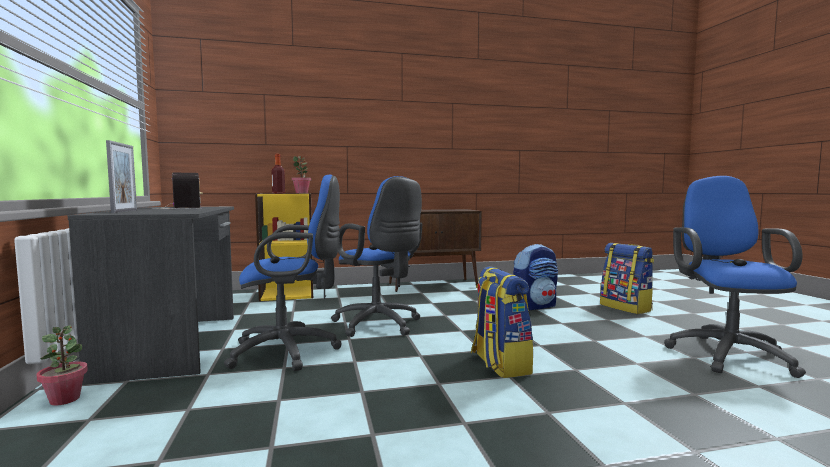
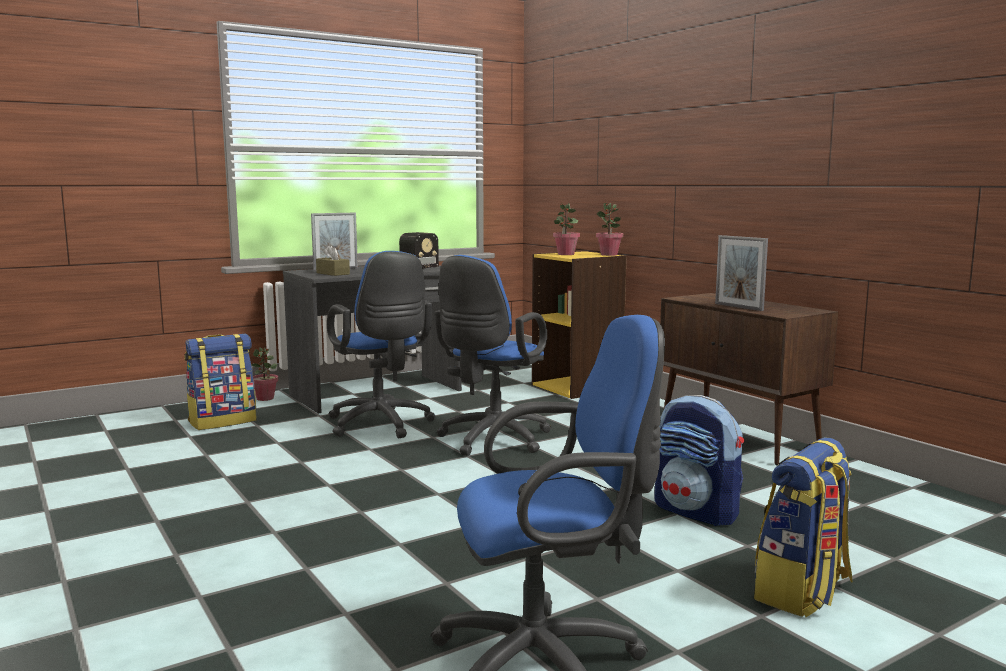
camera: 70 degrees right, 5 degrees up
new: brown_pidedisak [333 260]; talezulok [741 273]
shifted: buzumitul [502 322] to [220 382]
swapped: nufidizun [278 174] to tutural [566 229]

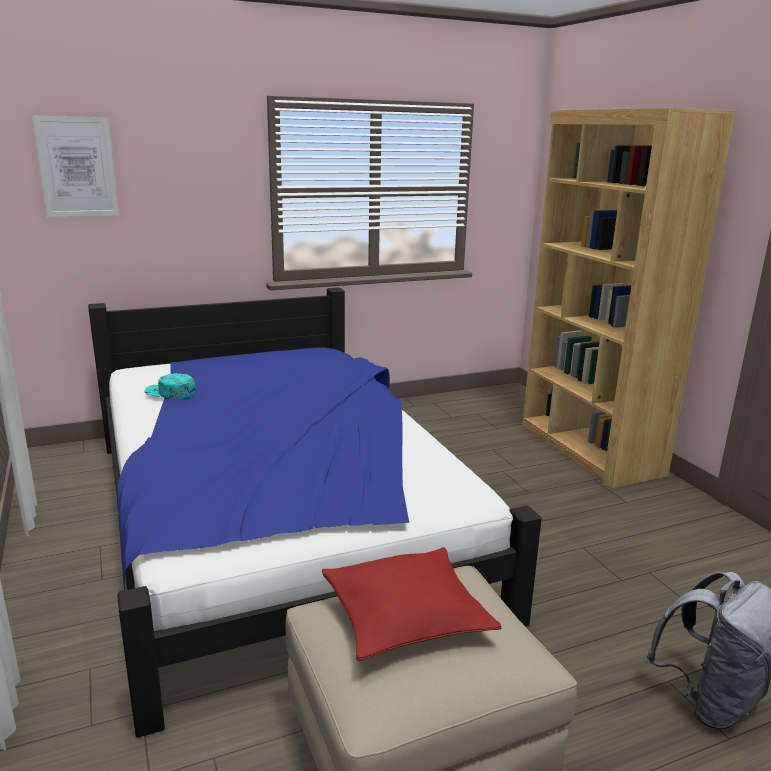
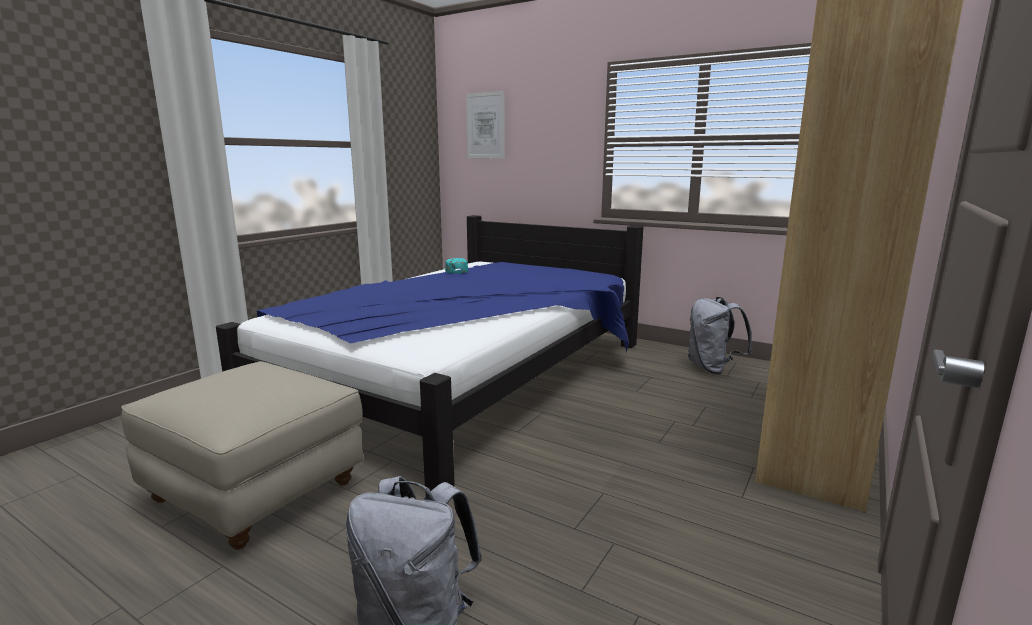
camera: 55 degrees right, 5 degrees down
gone: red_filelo [412 604]
new: grey_buzumitul [720 335]

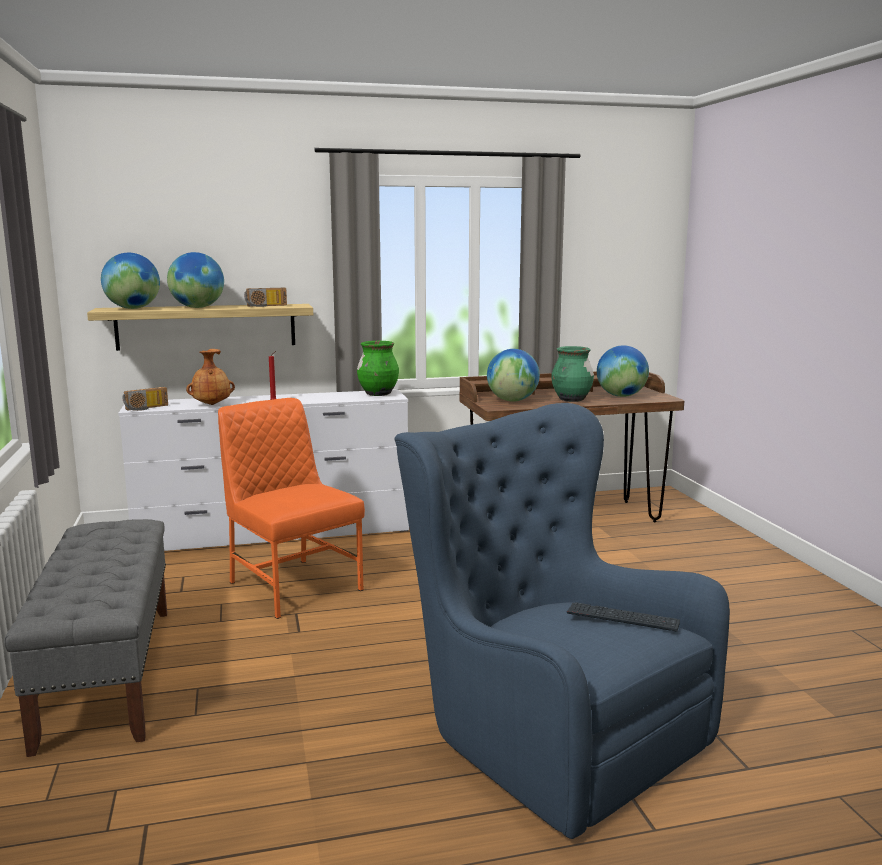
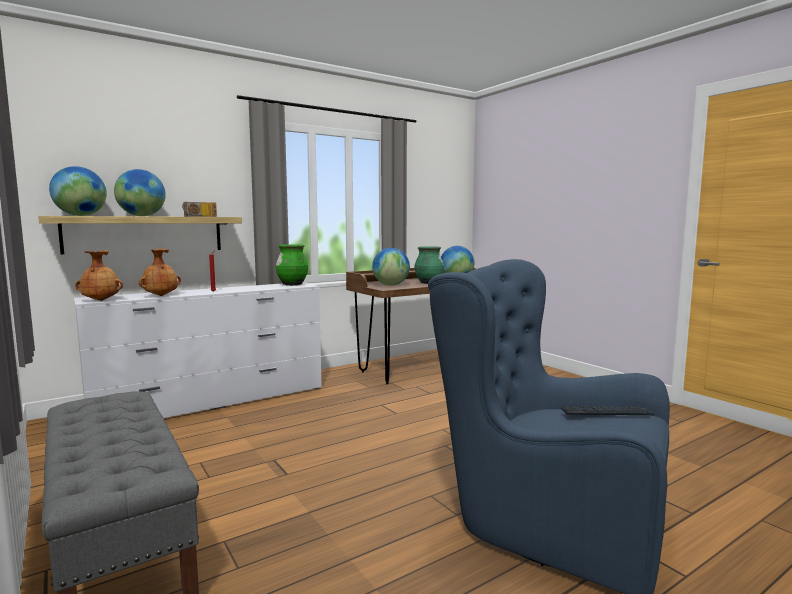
camera: 20 degrees left, 5 degrees down
gone: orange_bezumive [291 508]
swapped: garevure [145 399] to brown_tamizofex [99 275]

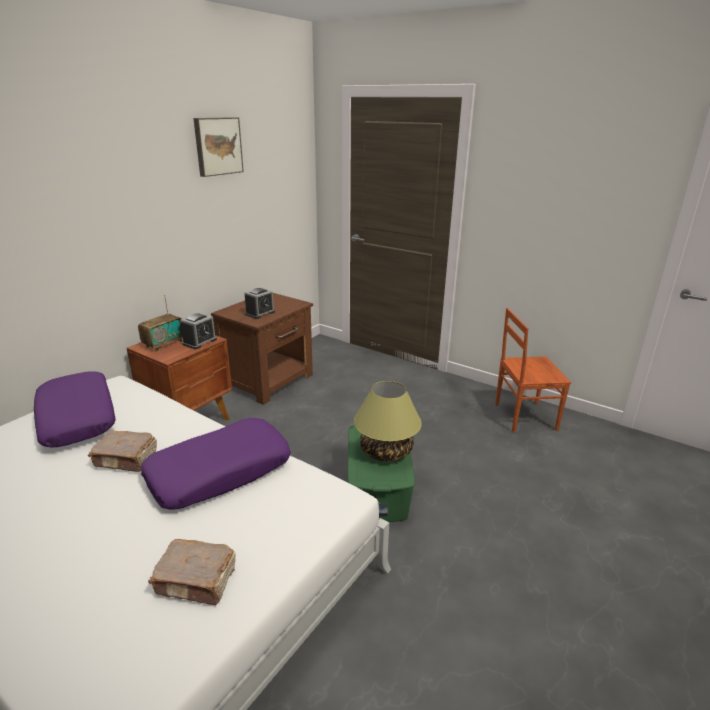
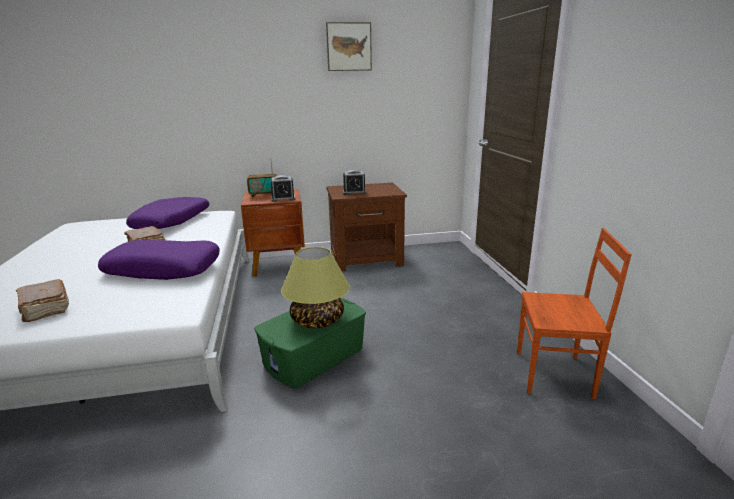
camera: 45 degrees right, 5 degrees down
rotated: brown_bezumive [533 370] = [574 313] 150 degrees clockwise

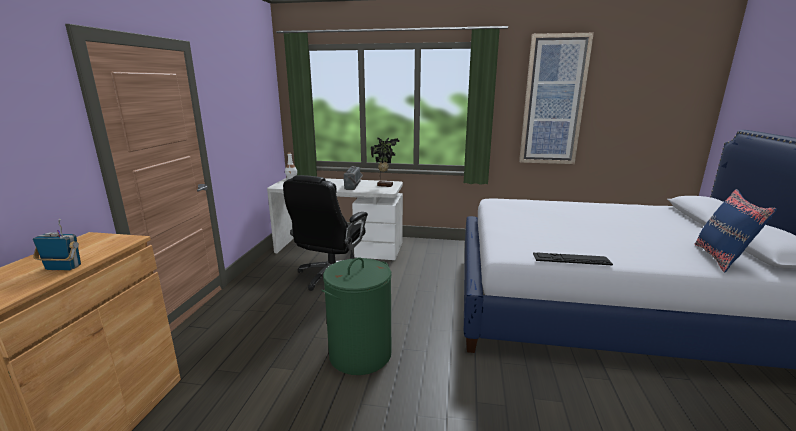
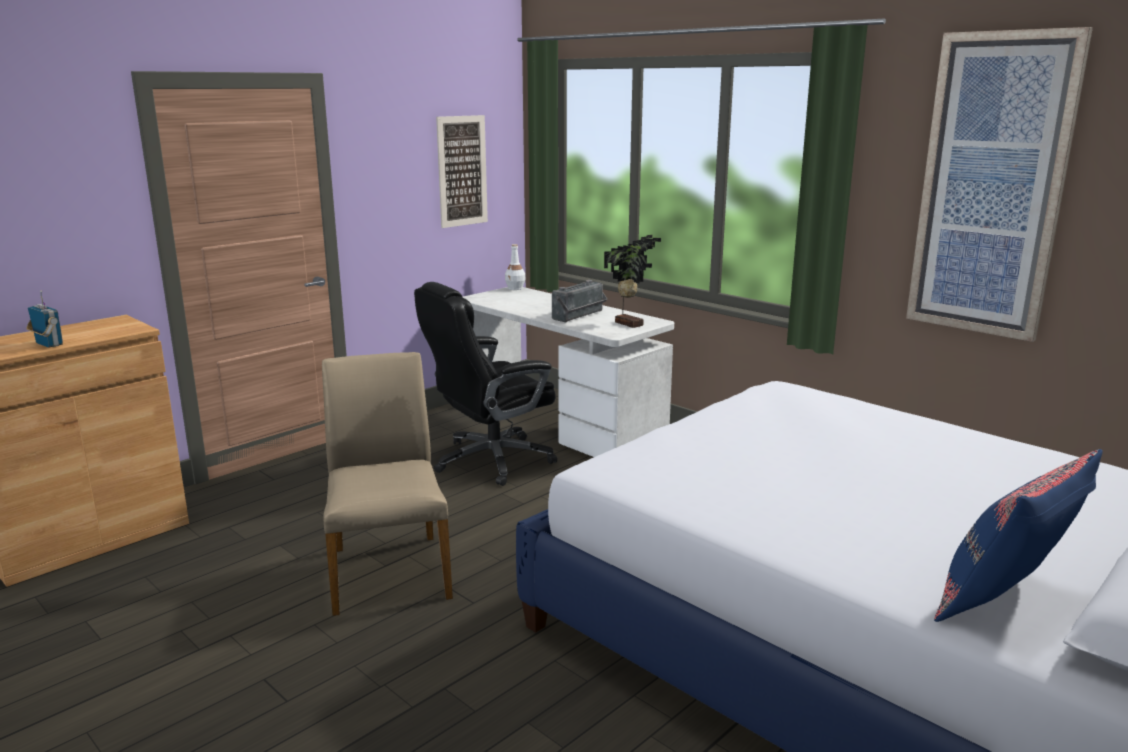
camera: 35 degrees right, 0 degrees up
gone: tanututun [573 259]
new: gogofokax [462 171]
swapped: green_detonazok [356 316] to beige_bezumive [387 484]

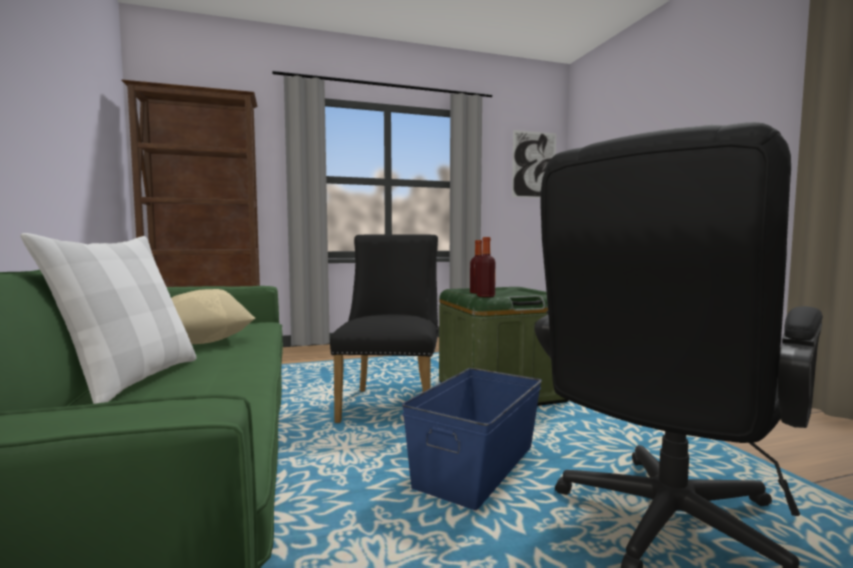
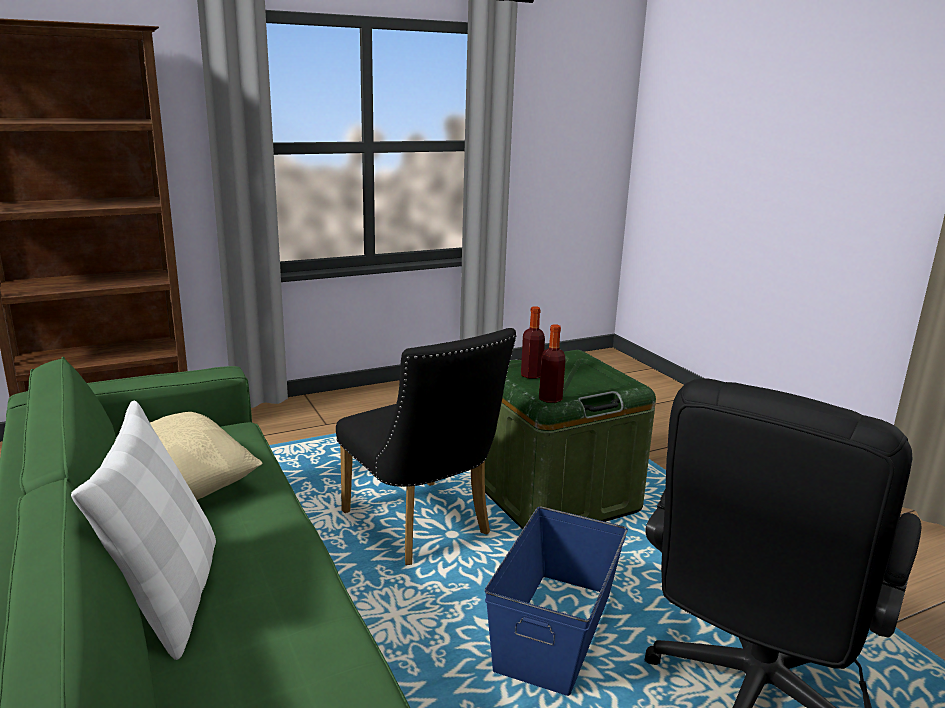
camera: 10 degrees left, 15 degrees up
gone: gogofokax [534 164]
rotated: black_bezumive [384 328] = [426 446] 150 degrees clockwise

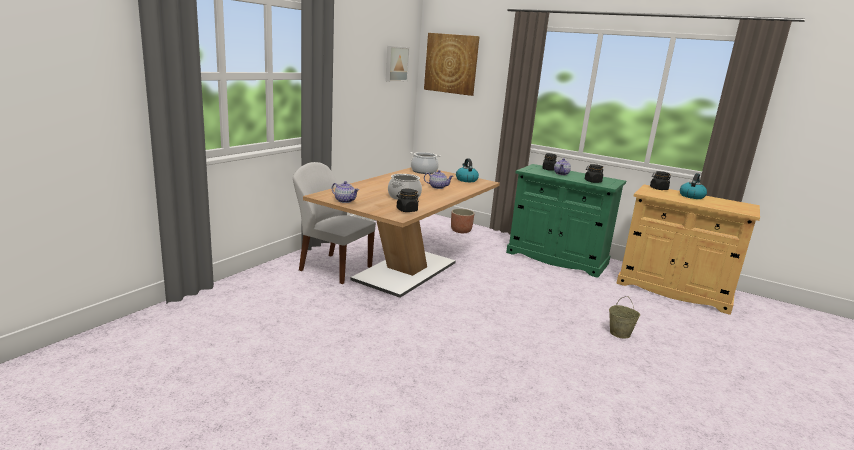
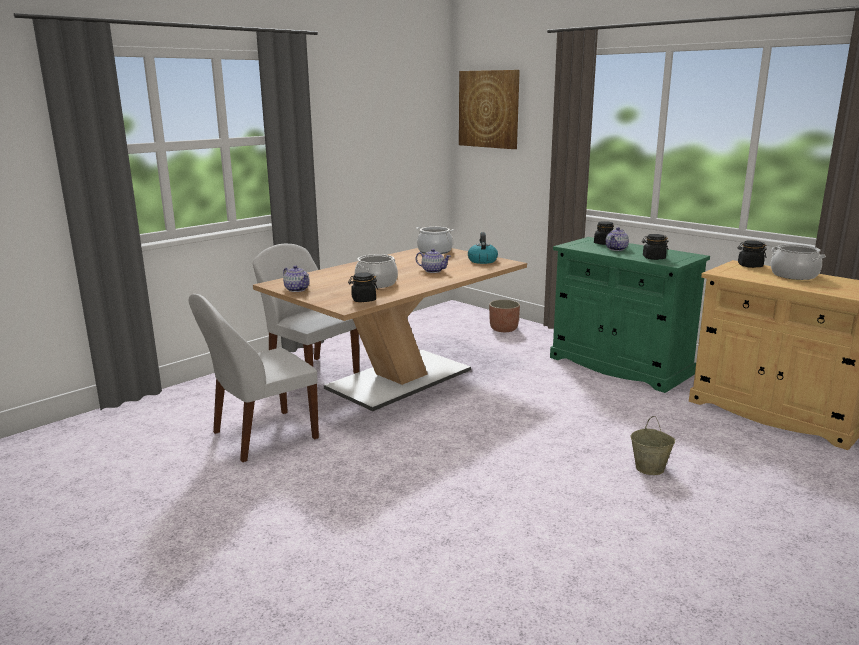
camera: 15 degrees right, 0 degrees up
gone: gogofokax [398 64]
new: white_bezumive [254 378]
swapped: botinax [693 186] to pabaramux [798 262]

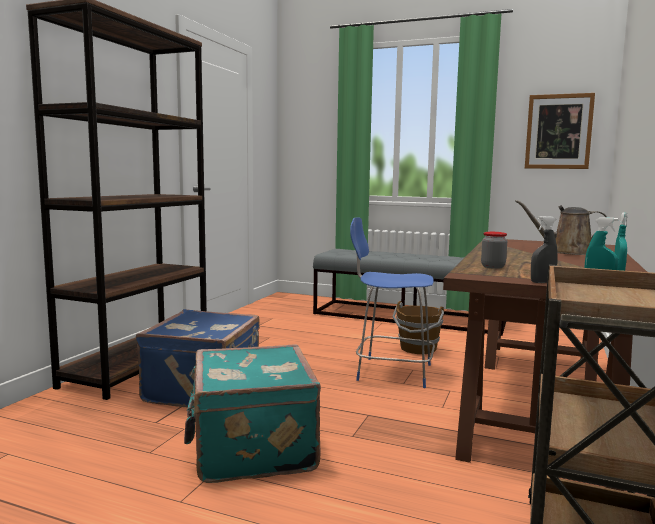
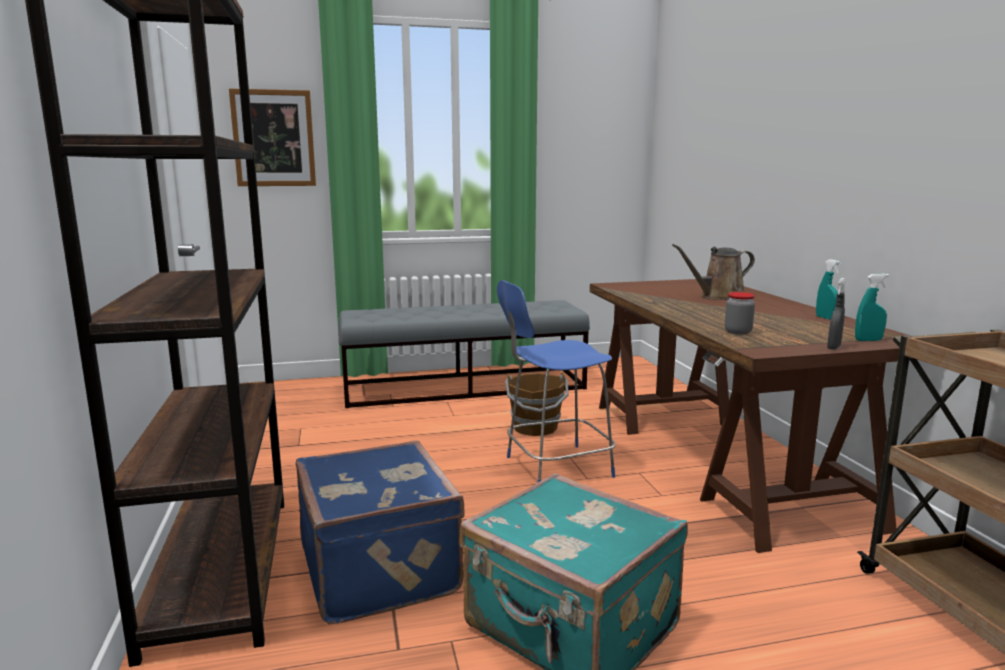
camera: 35 degrees left, 5 degrees up
shifted: gogofokax [560 131] to [272 137]

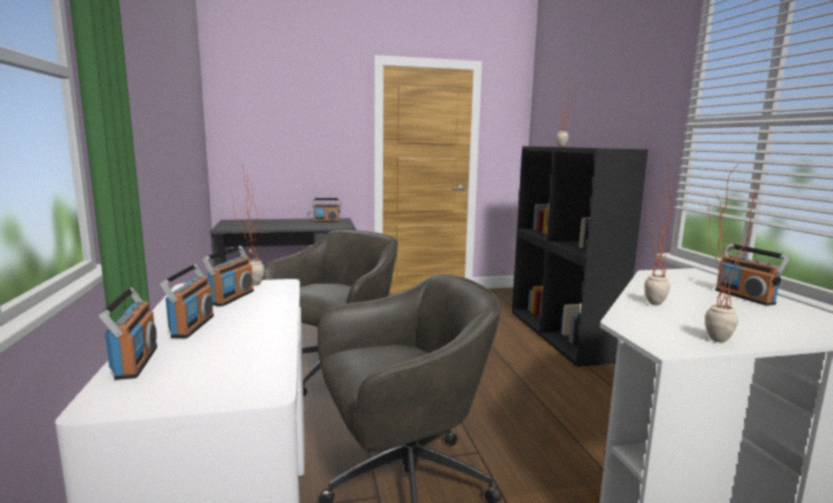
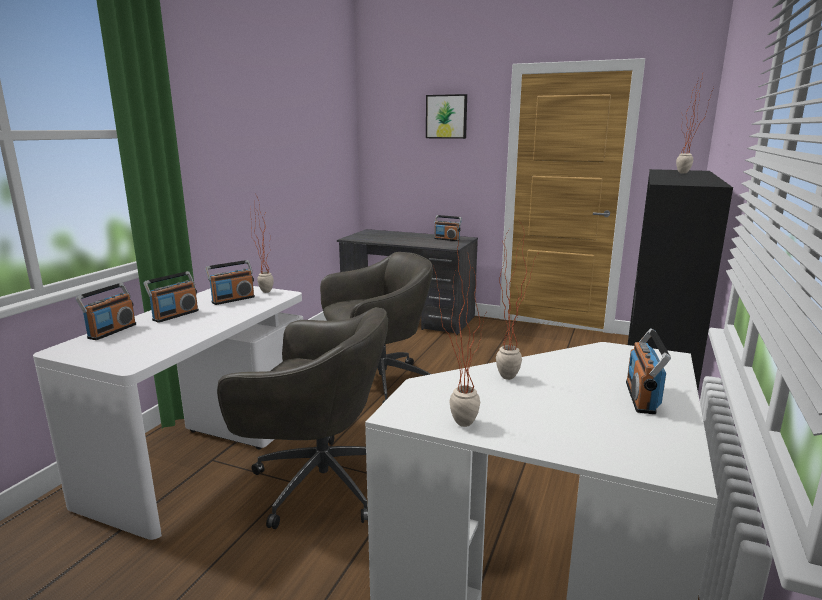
camera: 35 degrees right, 5 degrees up
new: gogofokax [446 116]

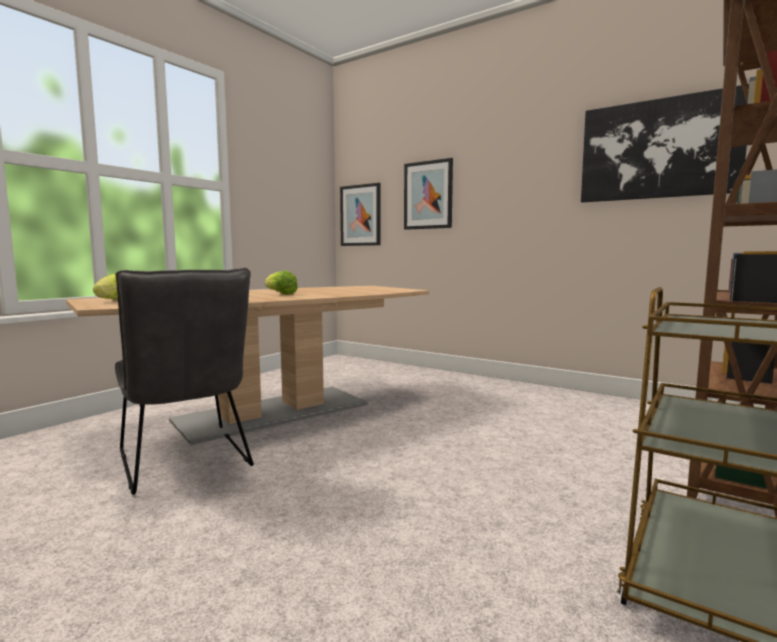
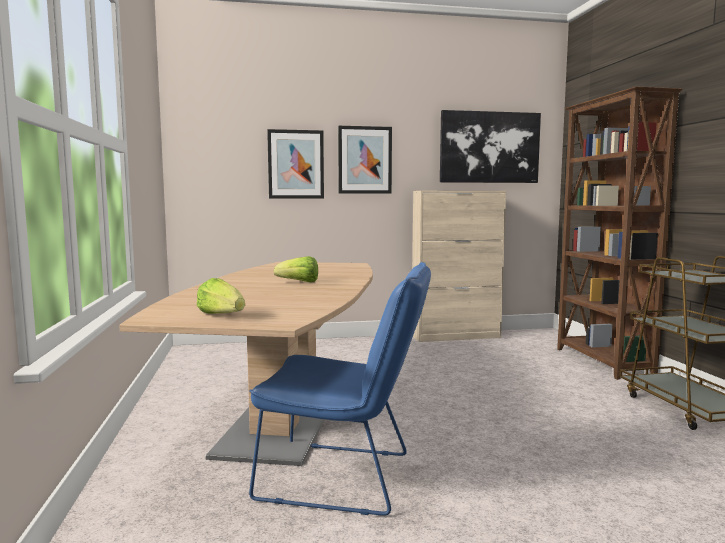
camera: 45 degrees left, 0 degrees up
new: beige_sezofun [459 266]
shifted: gogofokax [360 214] to [365 160]
repainted: grey_bezumive [184 381] to blue_bezumive [340 389]

